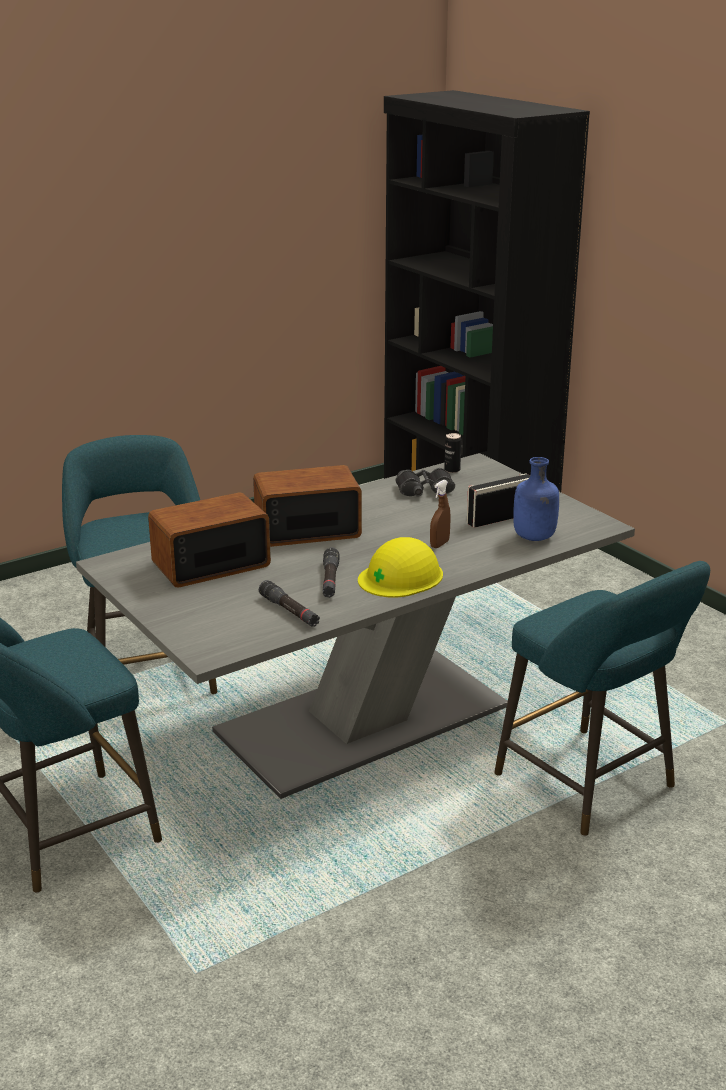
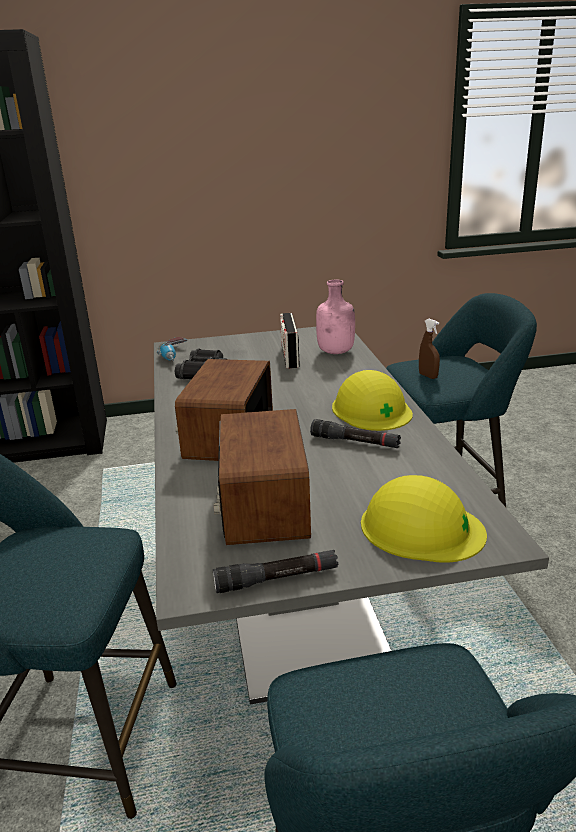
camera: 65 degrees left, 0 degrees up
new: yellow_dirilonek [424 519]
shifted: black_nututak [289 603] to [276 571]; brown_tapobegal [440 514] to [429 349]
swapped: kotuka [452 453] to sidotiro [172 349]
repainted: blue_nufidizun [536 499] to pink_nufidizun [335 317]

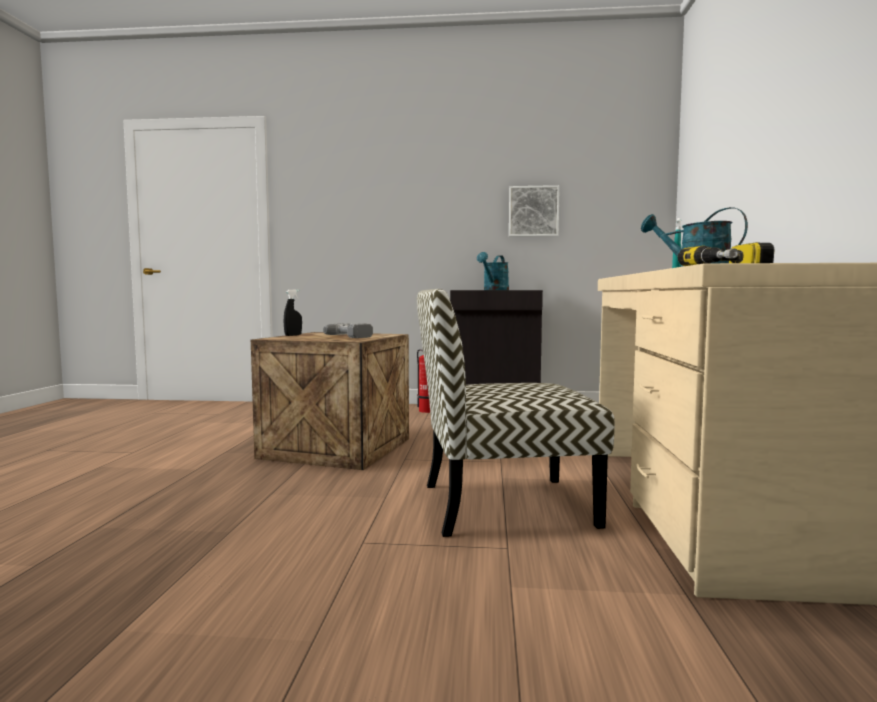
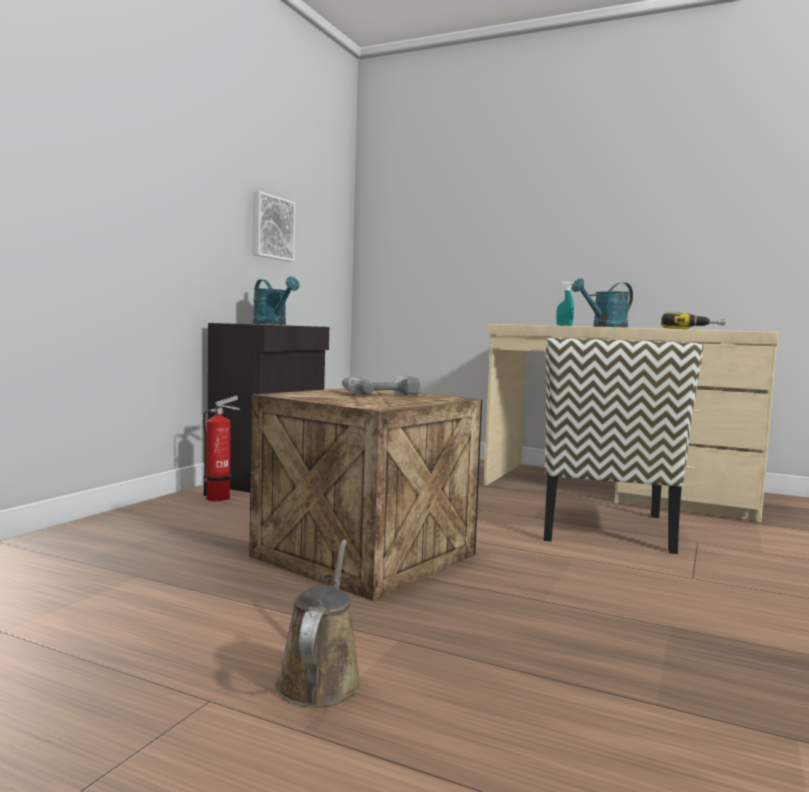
camera: 70 degrees left, 0 degrees up
gone: black_tapobegal [293 313]
new: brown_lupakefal [318 624]

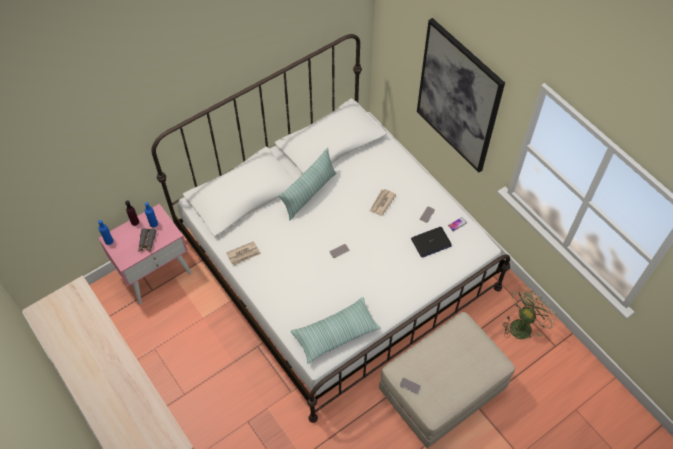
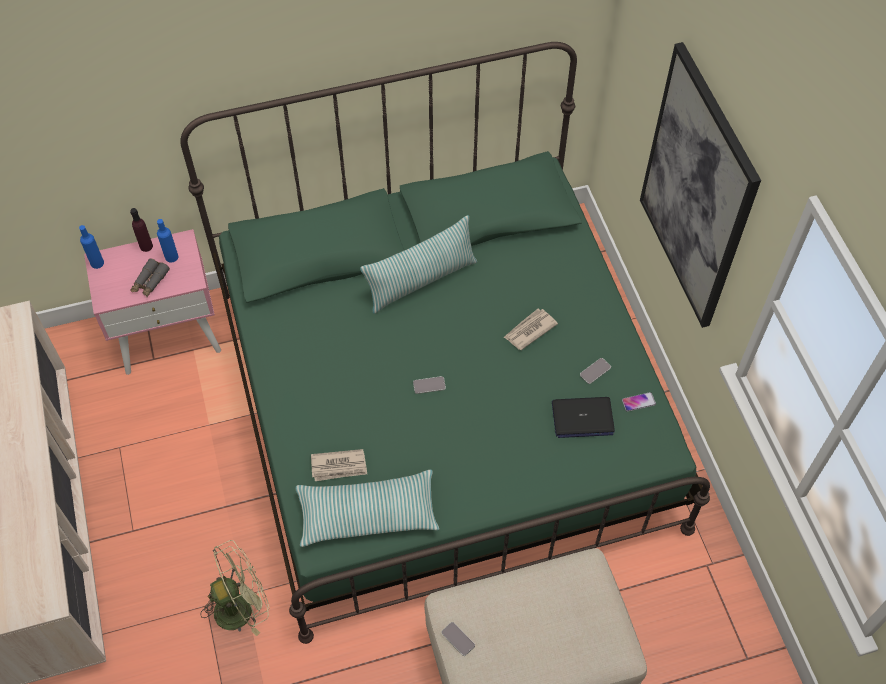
camera: 20 degrees right, 0 degrees up
shifted: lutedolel [243 253] to [339 465]; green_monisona [530 313] to [234 588]
repainted: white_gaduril [330 228] to green_gaduril [445 343]

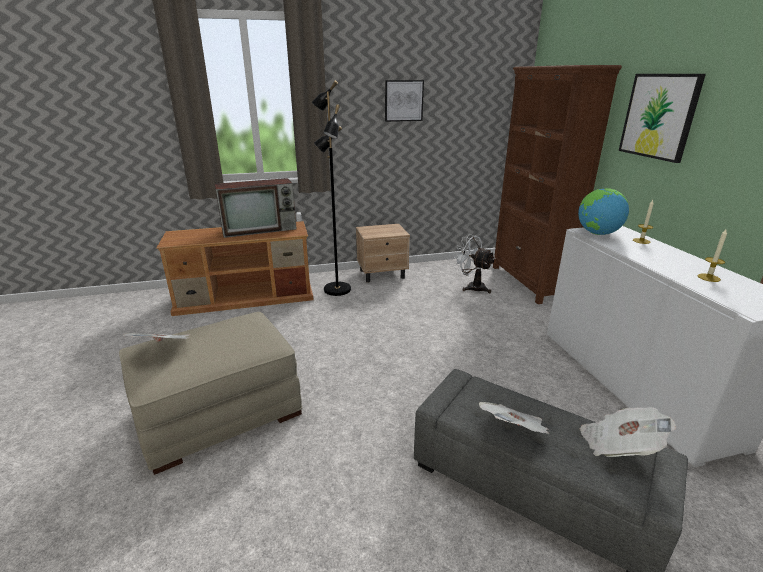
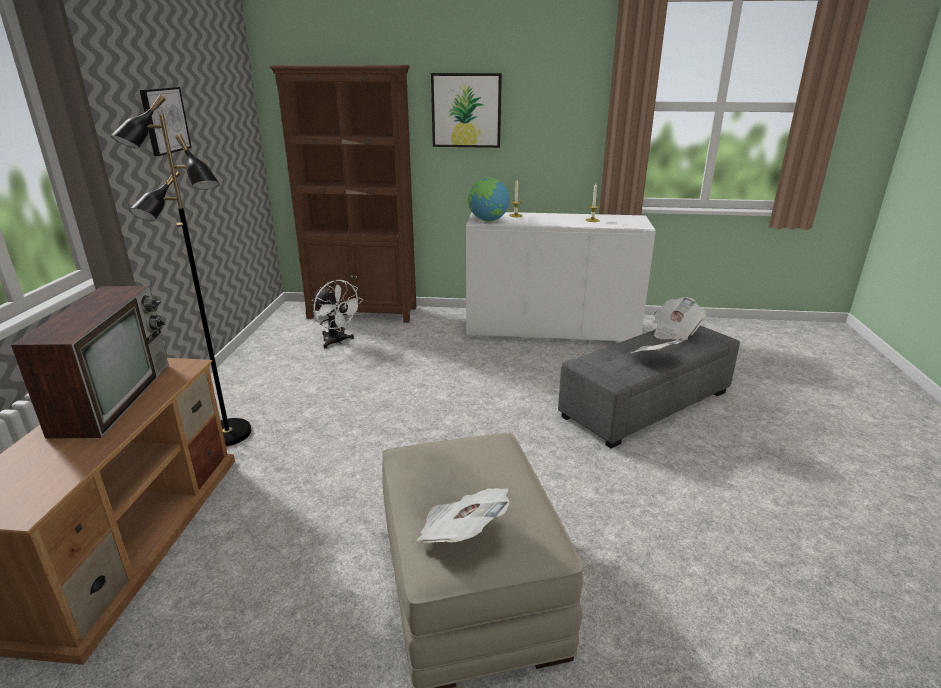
camera: 70 degrees left, 0 degrees up
gone: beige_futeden [383 253]
rotated: white_monisona [474 263] = [337 314] 105 degrees counterclockwise

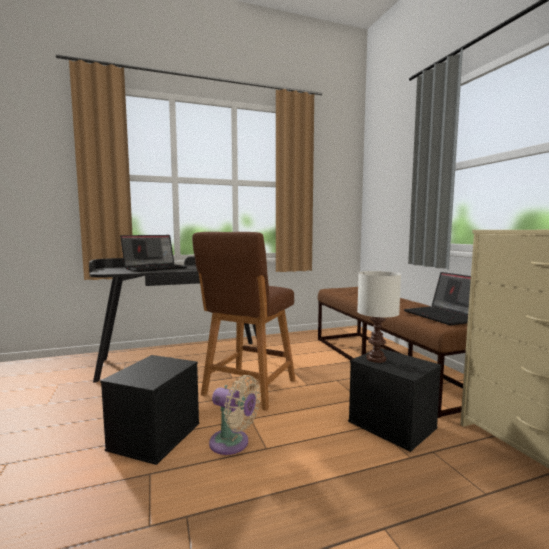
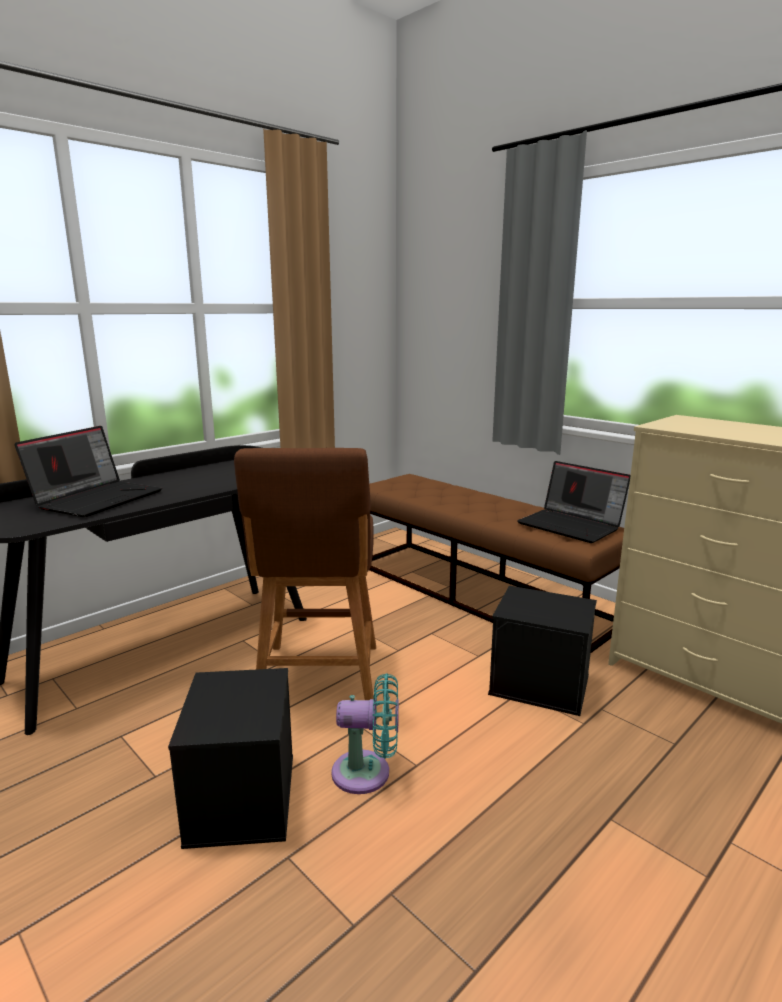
camera: 25 degrees left, 10 degrees up
gone: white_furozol [379 317]
repainted: beige_monisona [235 415] to turquoise_monisona [365 733]

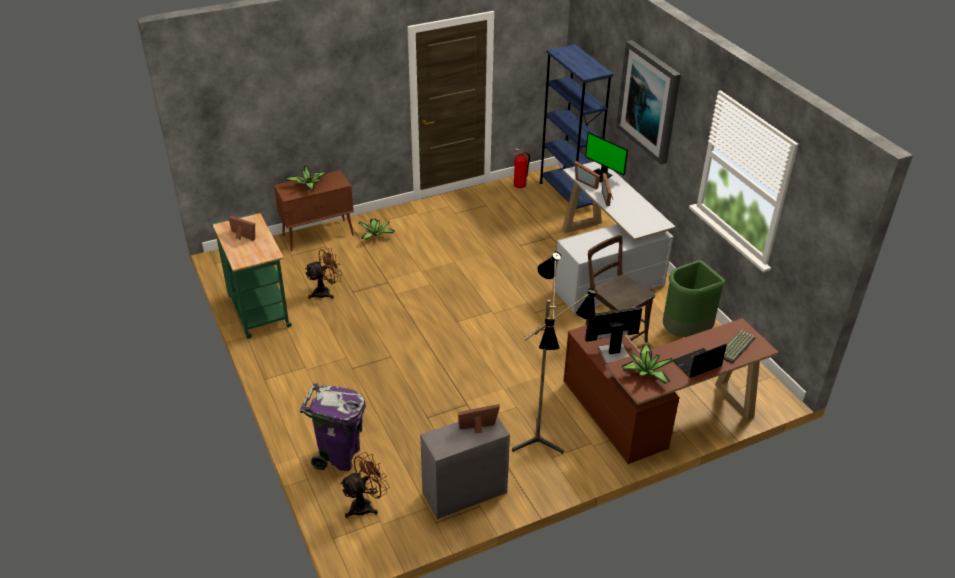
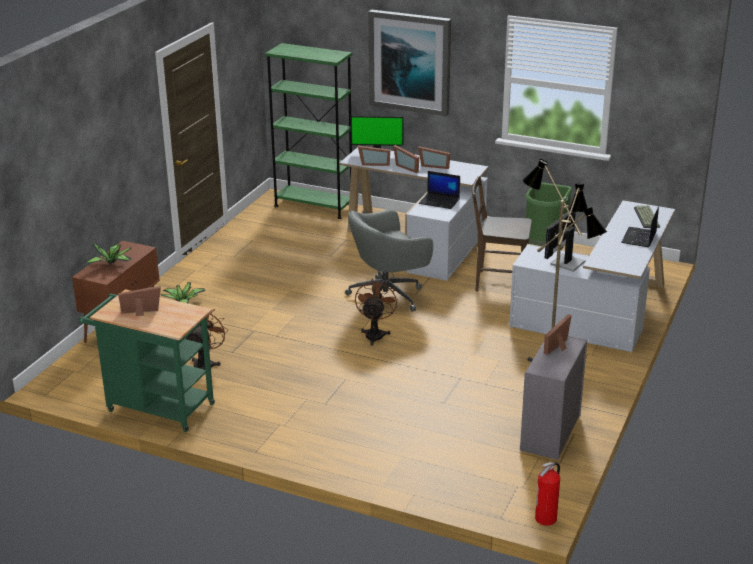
camera: 40 degrees left, 10 degrees down
gone: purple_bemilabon [333 427]; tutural [647 364]
new: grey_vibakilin [389 260]; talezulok [434 157]; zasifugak [439 190]
shifted: brown_monisona [365 485] to [376 312]; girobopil [521 168] to [547 494]
repainted: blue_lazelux [576 126] to green_lazelux [308 131]; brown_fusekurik [671 391] to white_fusekurik [592 276]

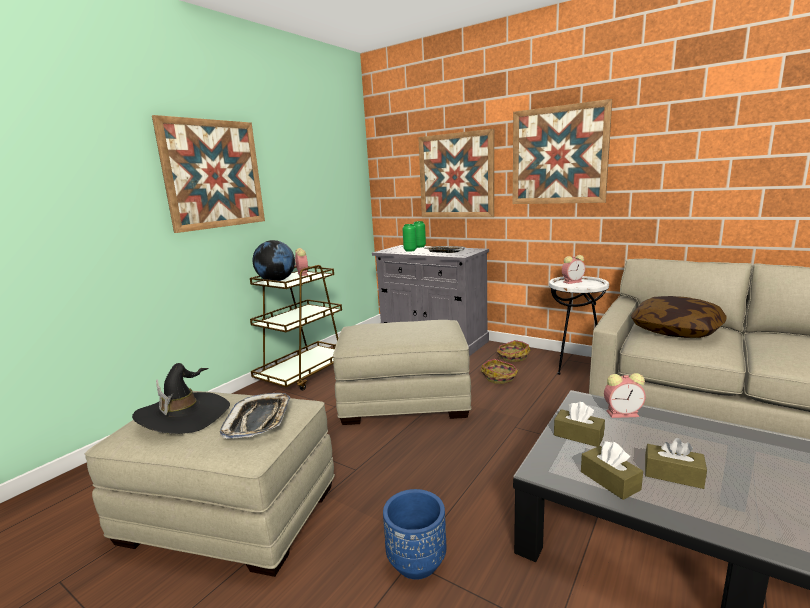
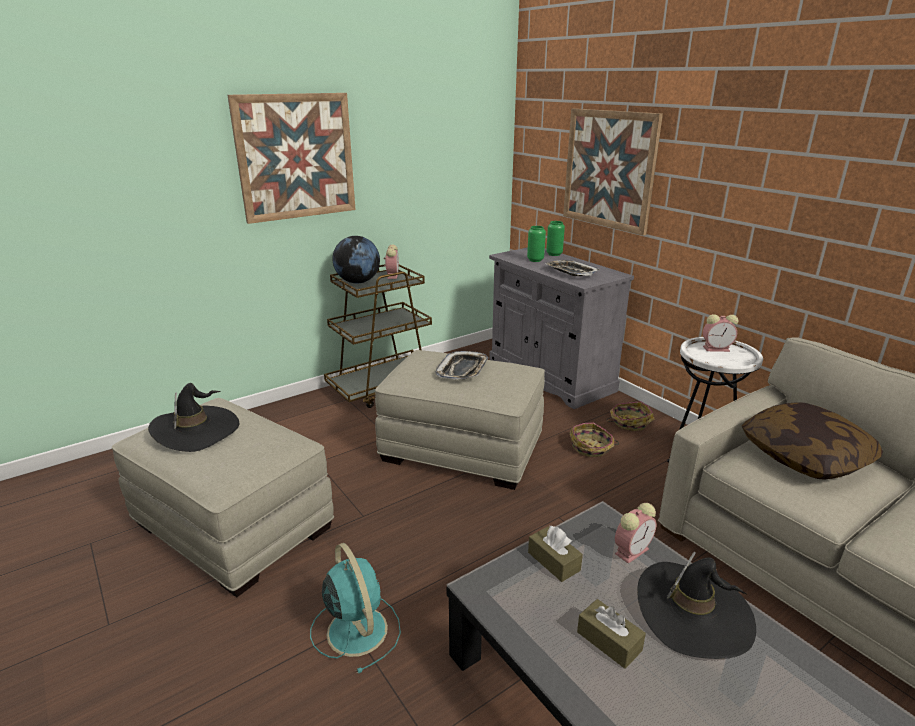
camera: 20 degrees right, 10 degrees up
gone: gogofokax [562 151]; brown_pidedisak [612 470]
new: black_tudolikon [696 605]
shifted: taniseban [255 416] to [461 365]
swapped: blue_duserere [414 534] to turquoise_monisona [355 608]
rotated: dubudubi [625 395] = [635 533] 60 degrees counterclockwise

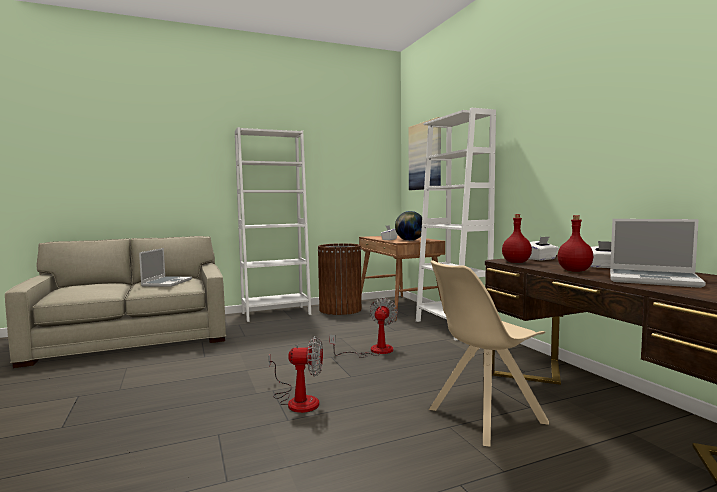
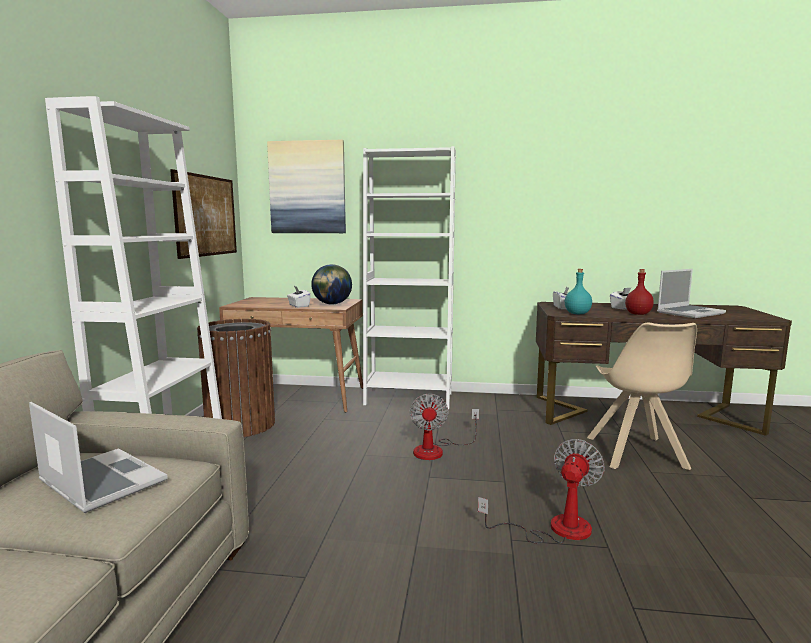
camera: 60 degrees left, 5 degrees up
new: gogofokax [203 214]
repainted: red_nufidizun [517 238] to turquoise_nufidizun [578 291]
rotated: monisona [363 328] = [444 426] 135 degrees counterclockwise

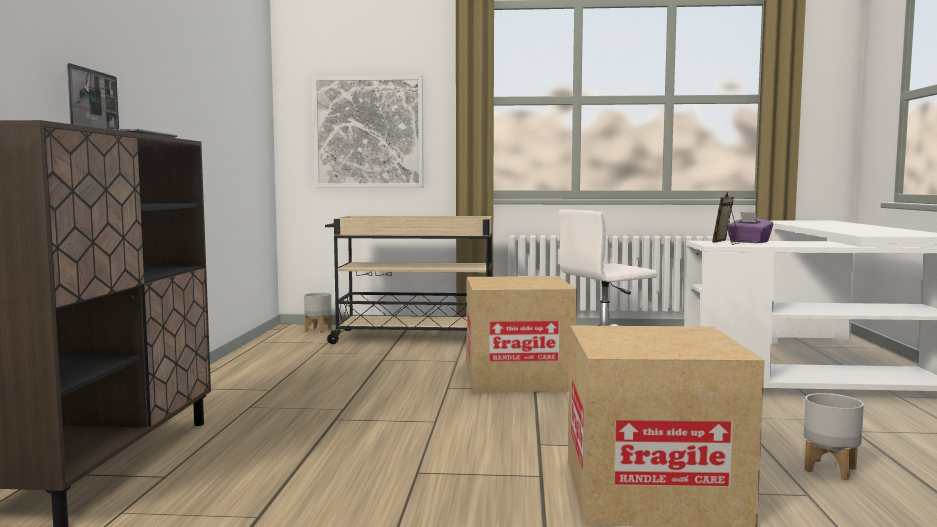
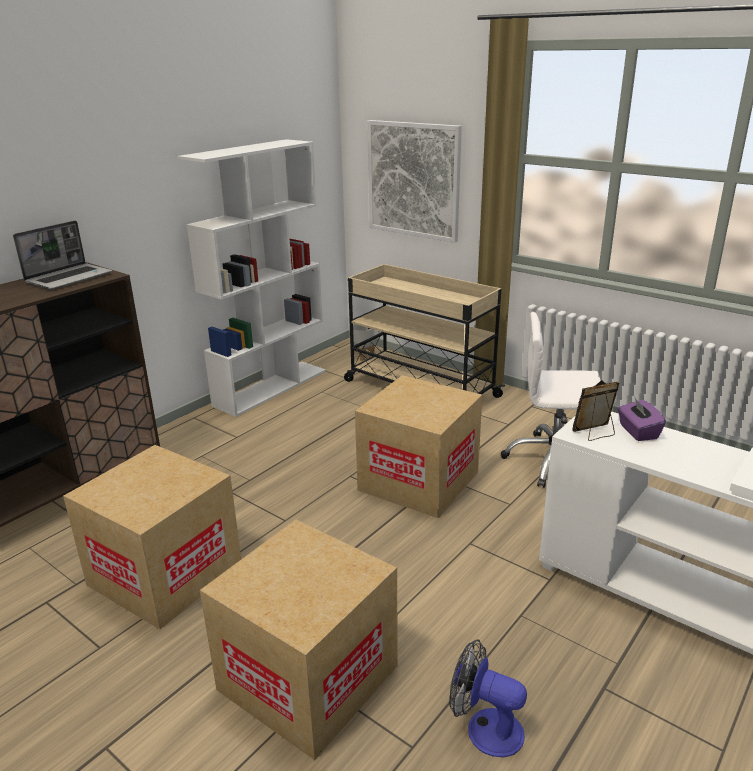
camera: 35 degrees right, 20 degrees up
new: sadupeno [152 537]; white_lazelux [251 278]
swapped: grey_duserere [834 436] to monisona [488 698]

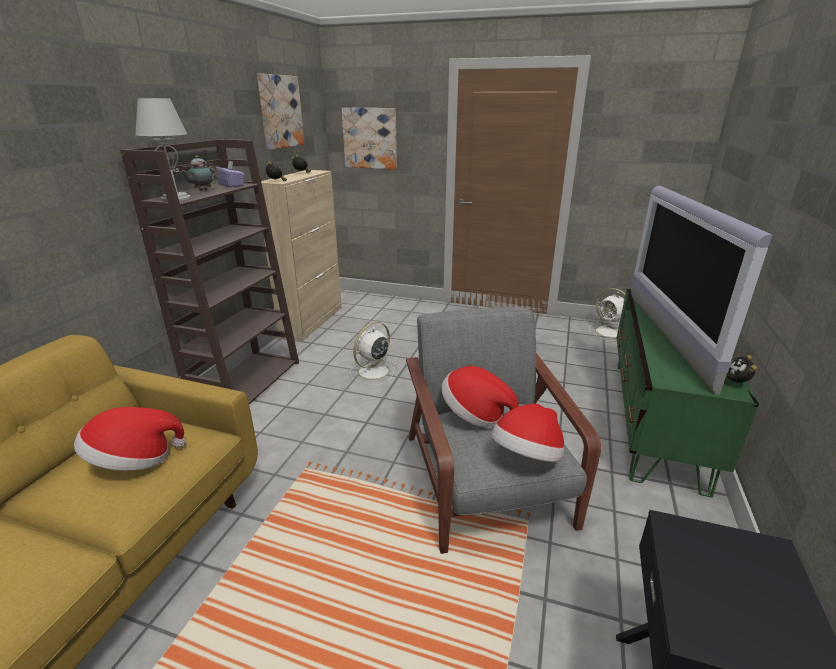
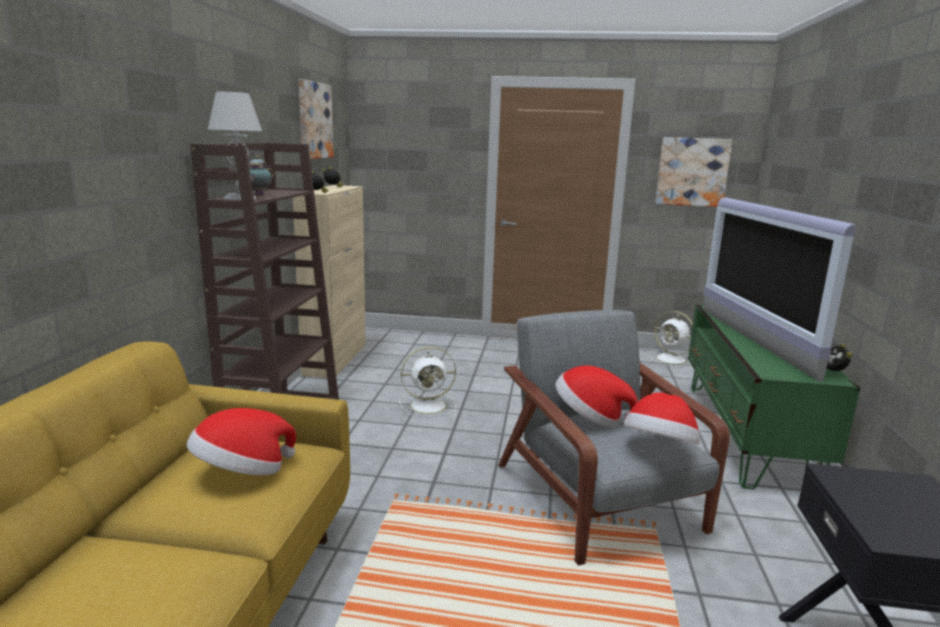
camera: 10 degrees left, 10 degrees down
gone: purple_pidedisak [229 174]
shifted: gogofokax [369 138] to [694 172]
rotated: white_monisona [373 353] = [427 382] 135 degrees counterclockwise

